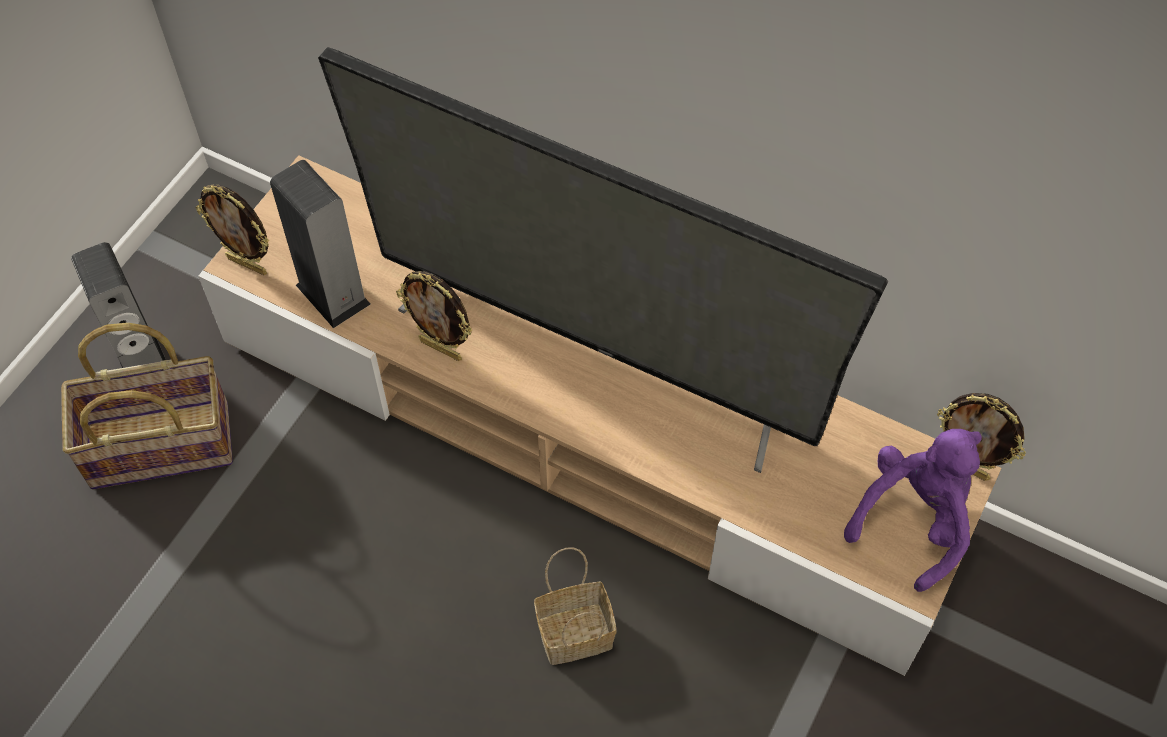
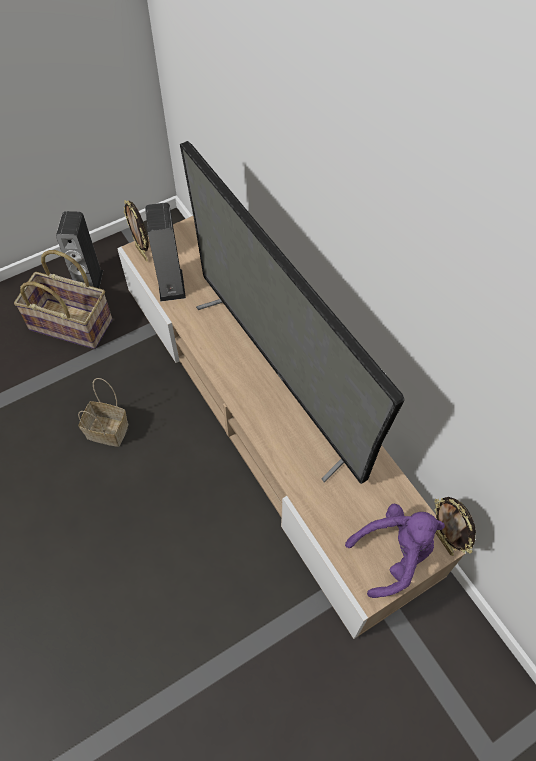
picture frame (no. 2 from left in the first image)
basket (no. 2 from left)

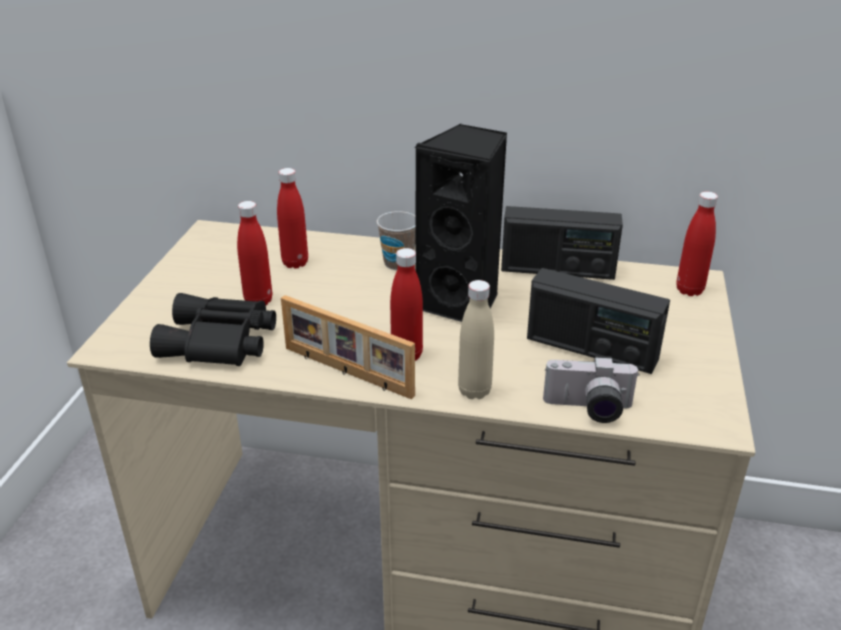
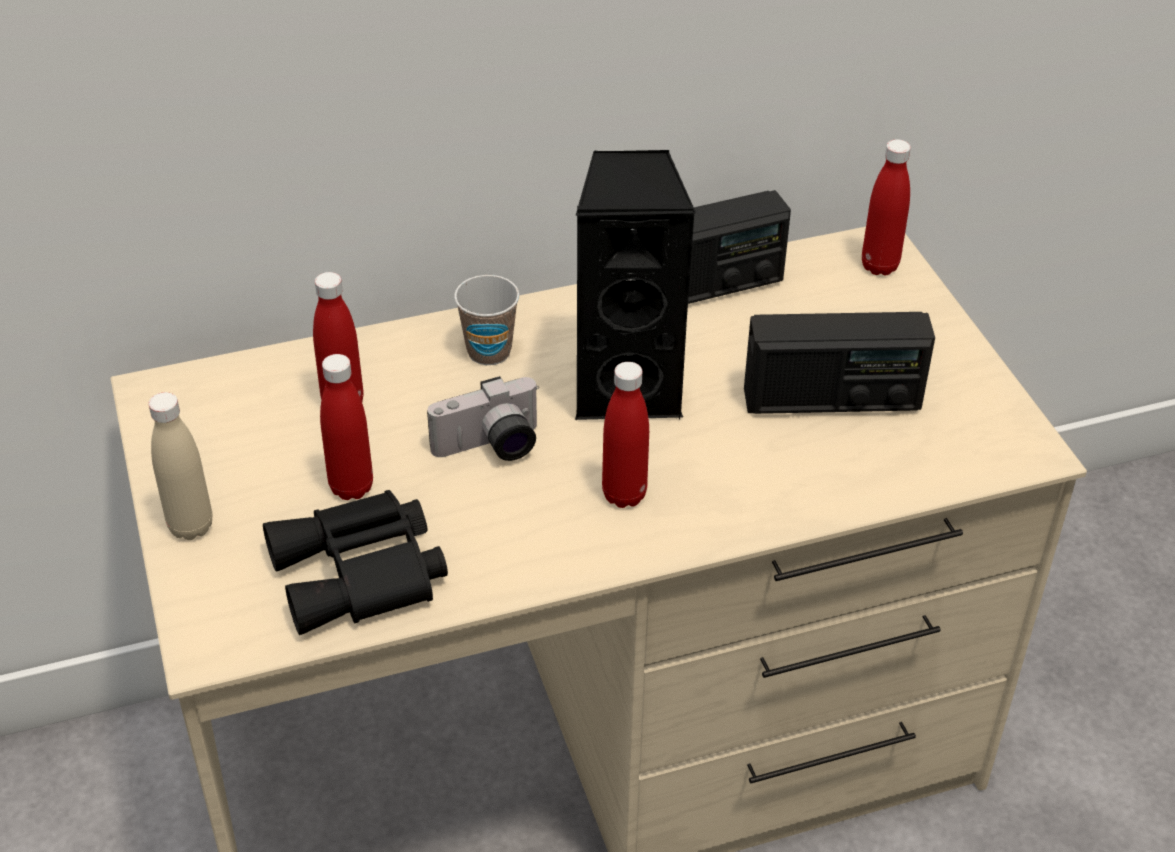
beverage bottle (beige-coloured)
picture frame
photo camera

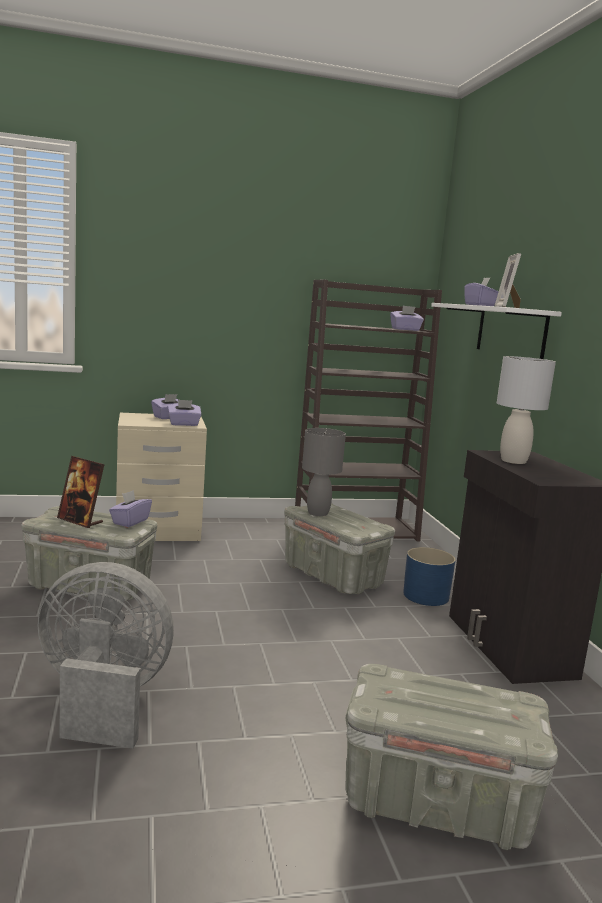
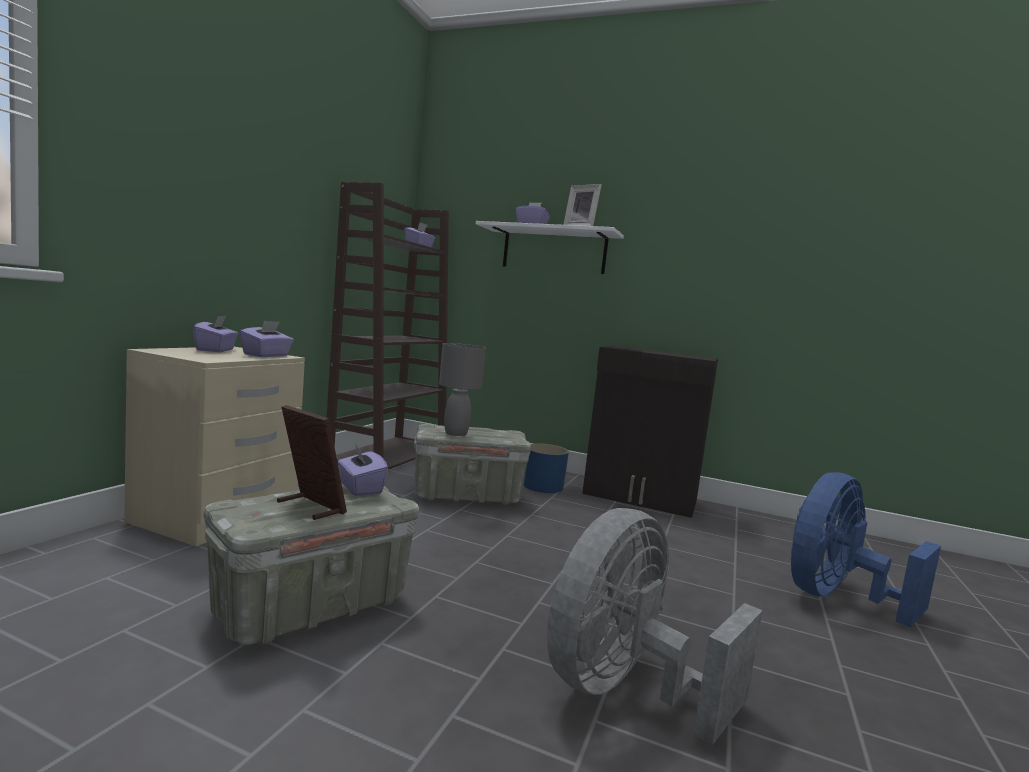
table lamp (greyish) (no. 2 from left in the first image)
picture frame (no. 1 from left)
cooling fan (blue)

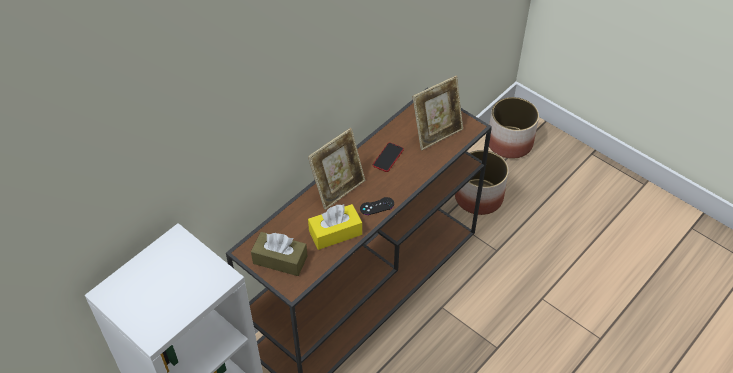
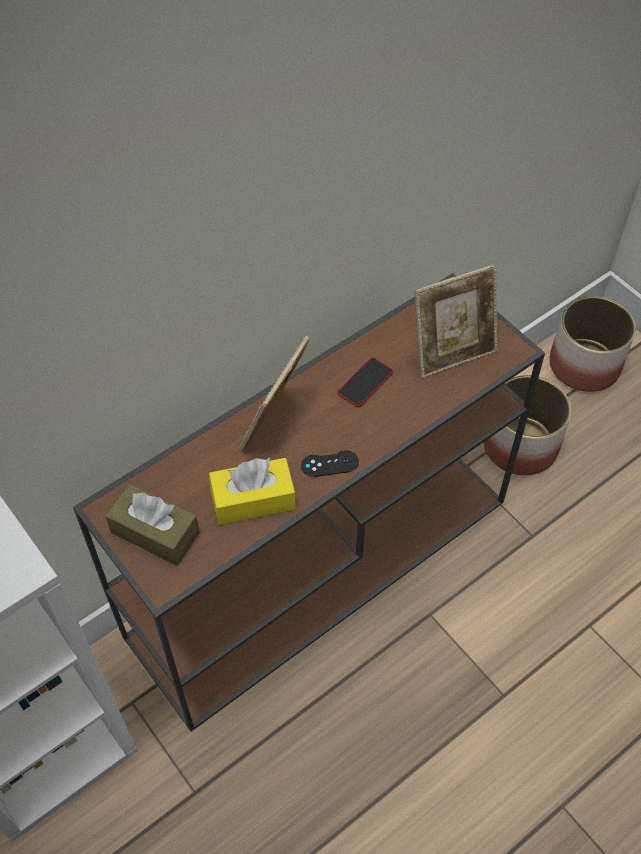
picture frame (no. 1 from left)

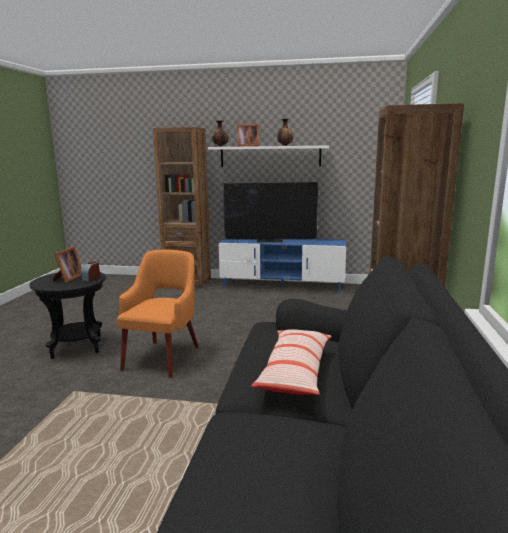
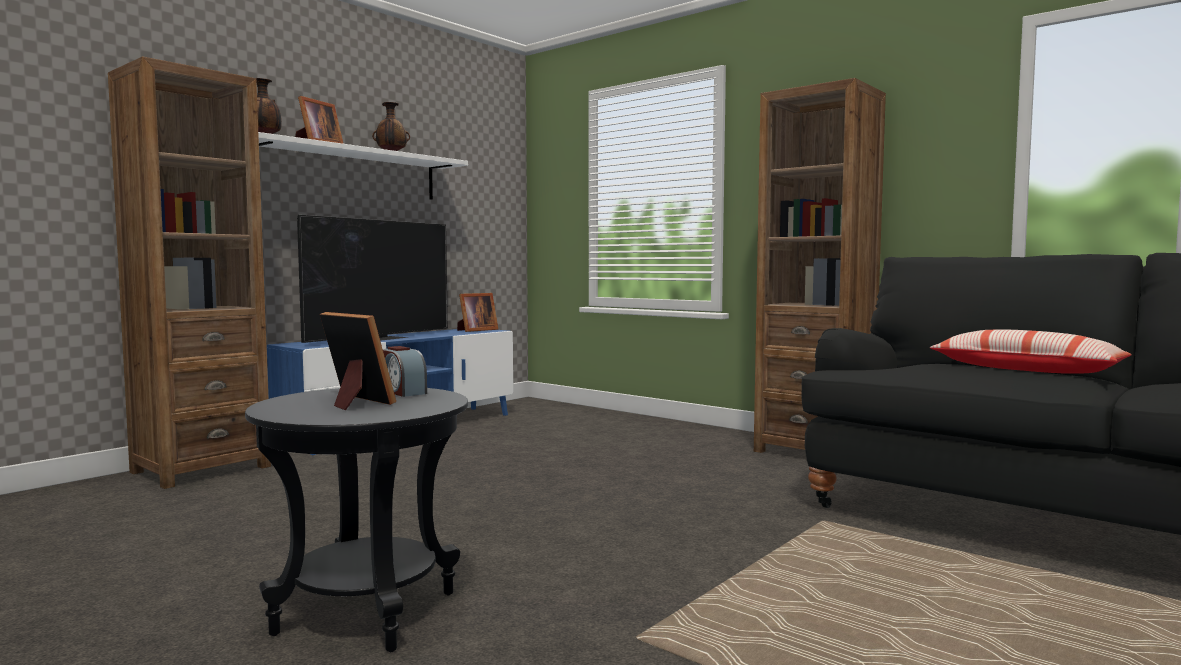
lounge chair (orange-coloured)
picture frame (no. 3 from left)

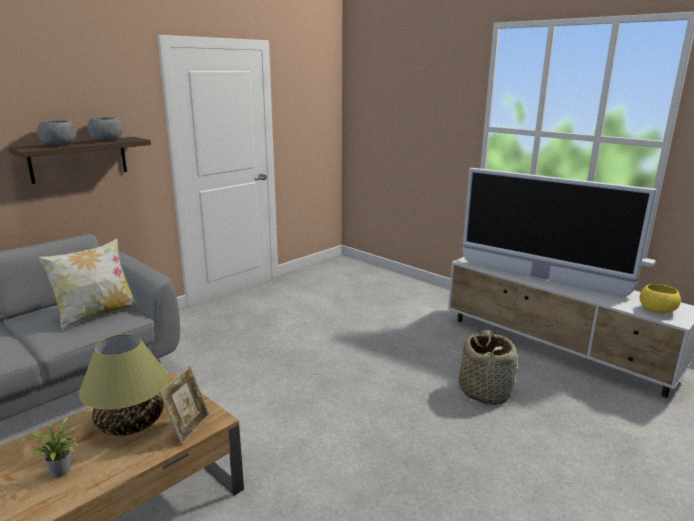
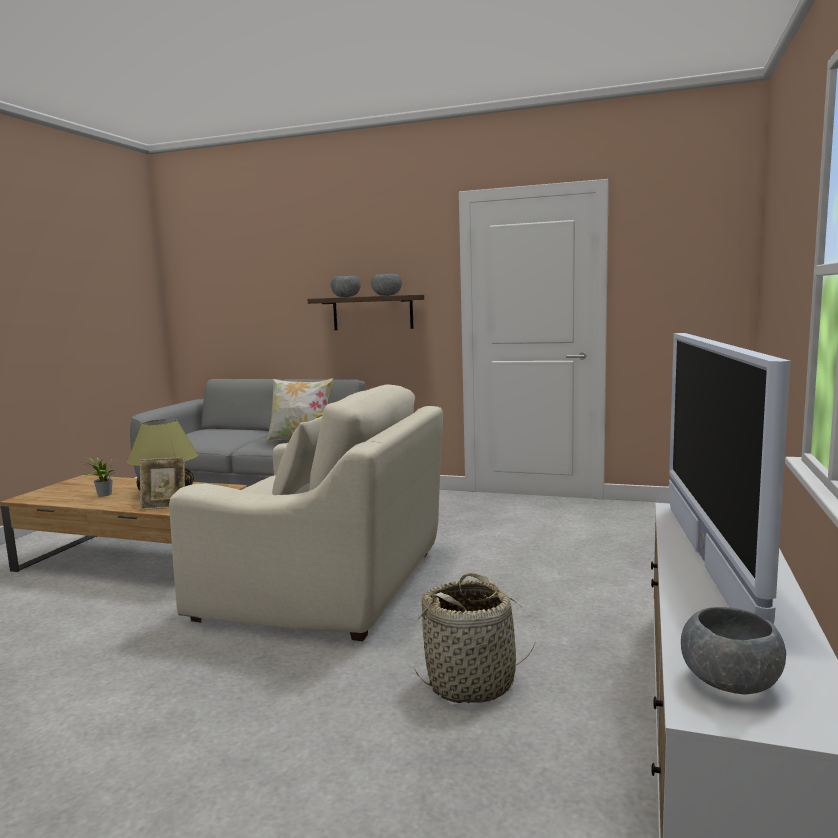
deep dish (greyish) (no. 3 from left)
lounge chair (beige-coloured)

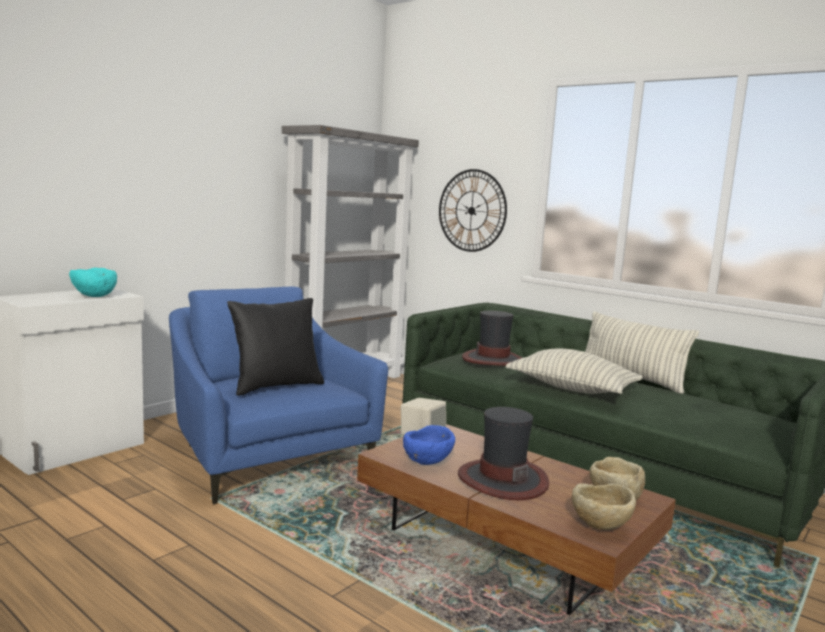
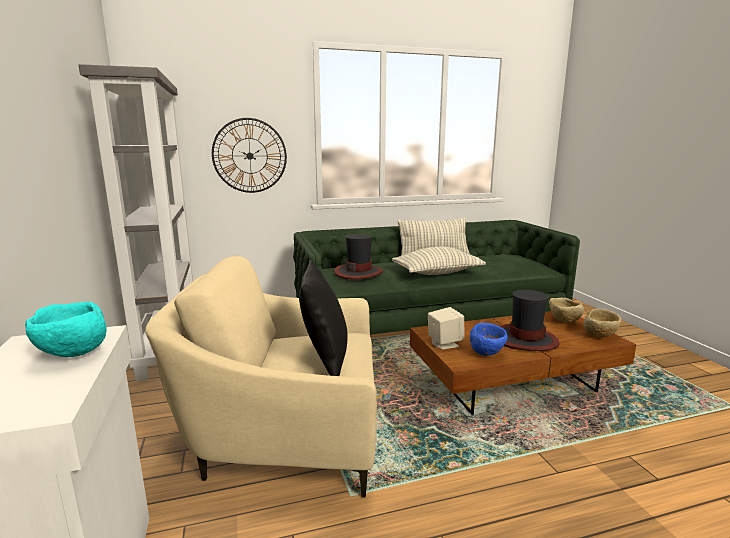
lounge chair (beige-coloured)

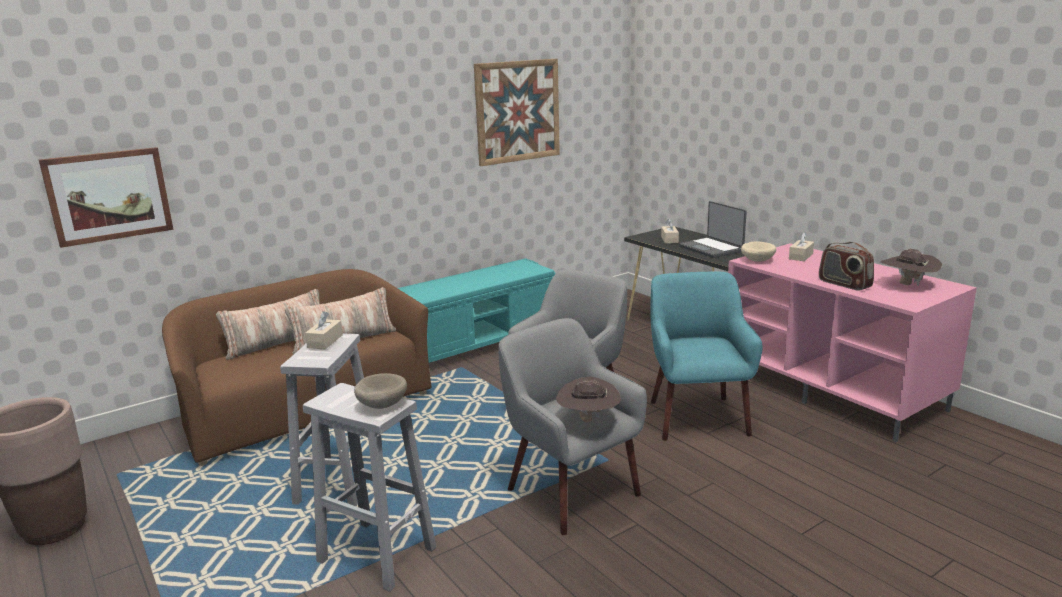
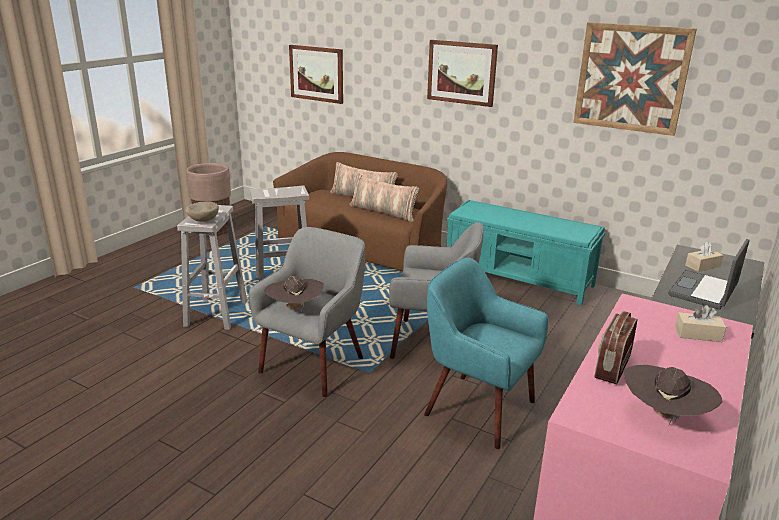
deep dish (beige-coloured) (no. 2 from left in the first image)
lounge chair (turquoise-coloured)
tissue box (beige-coloured) (no. 1 from left in the first image)
wall picture (no. 2 from left)

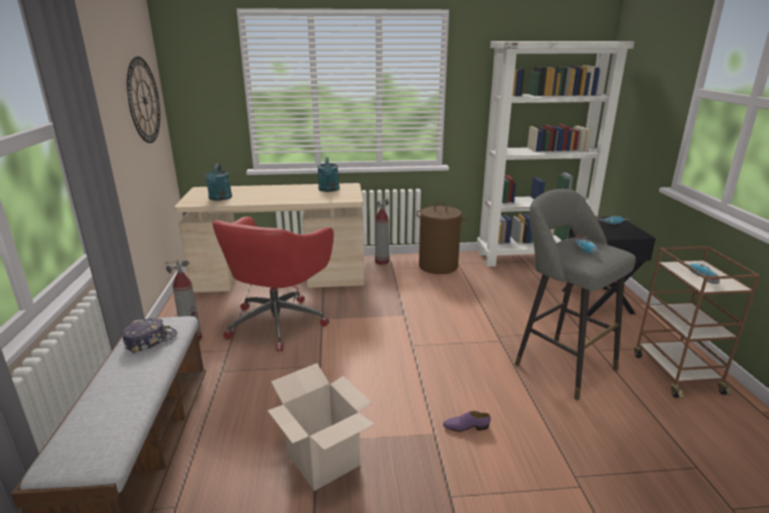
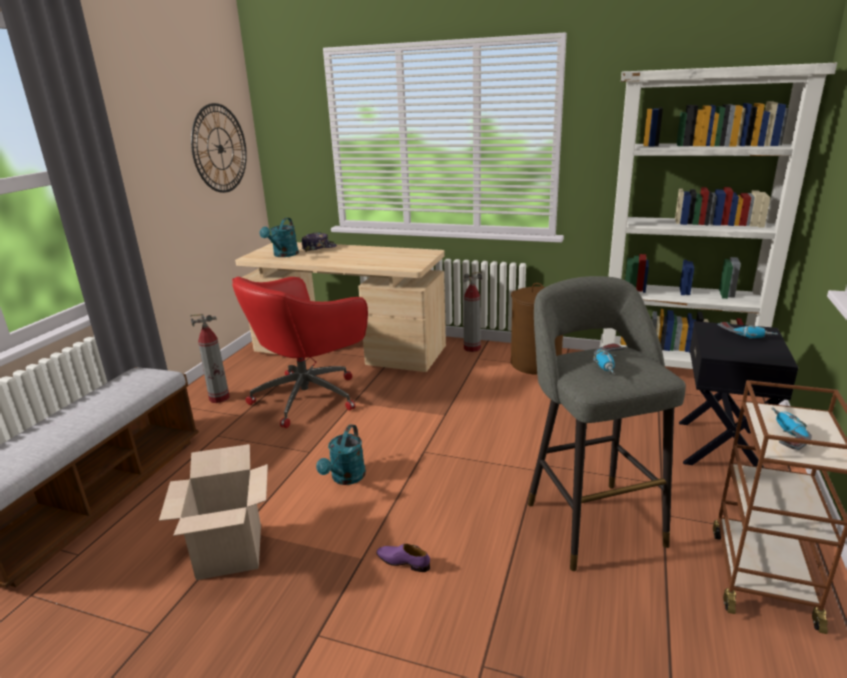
watering can (turquoise-coloured) (no. 2 from left)
baseball cap

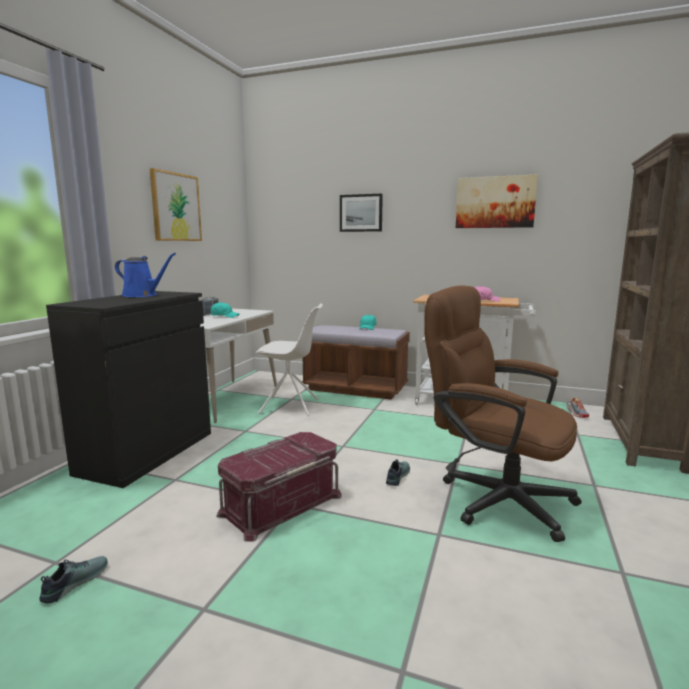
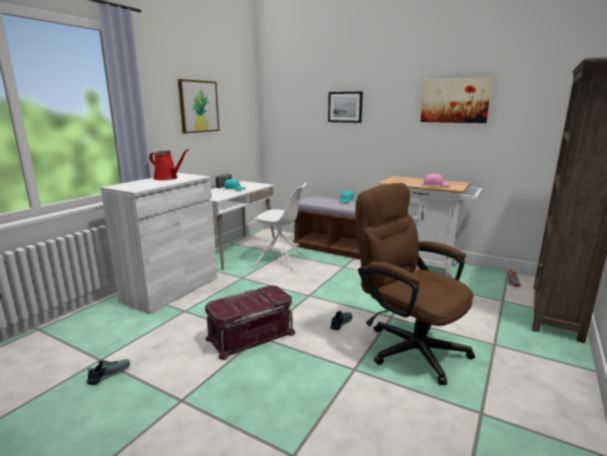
watering can (red-coloured)
cabinet (white-coloured)

